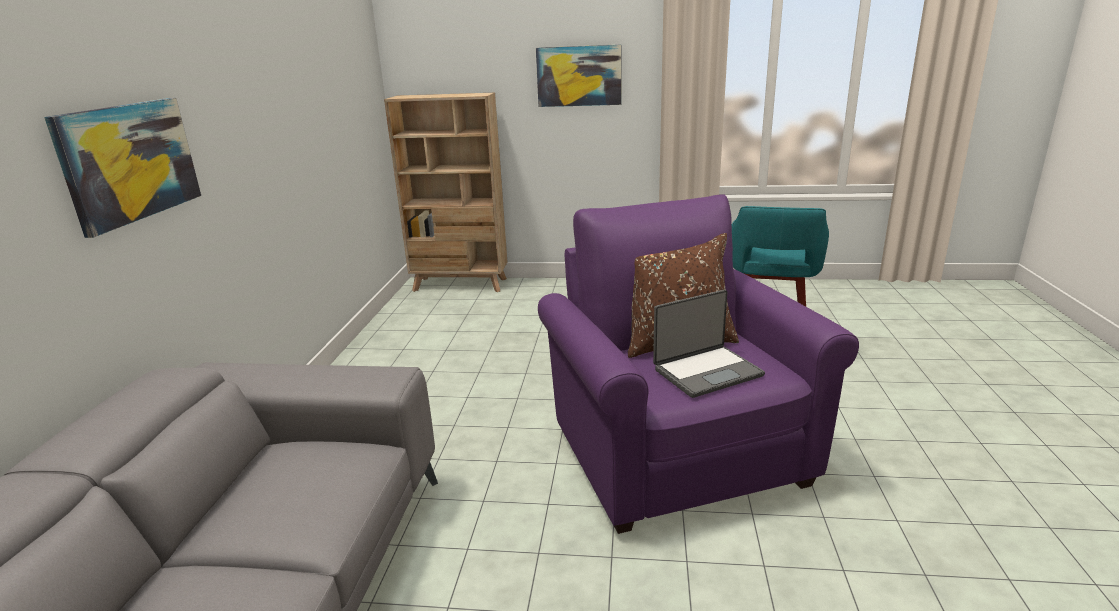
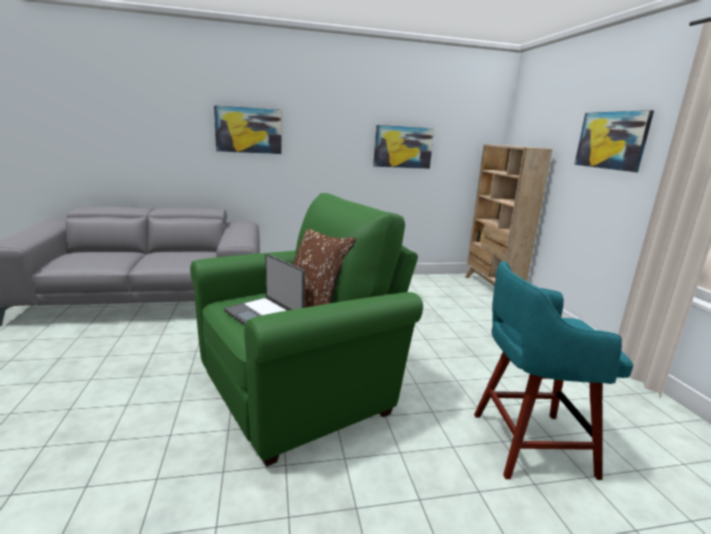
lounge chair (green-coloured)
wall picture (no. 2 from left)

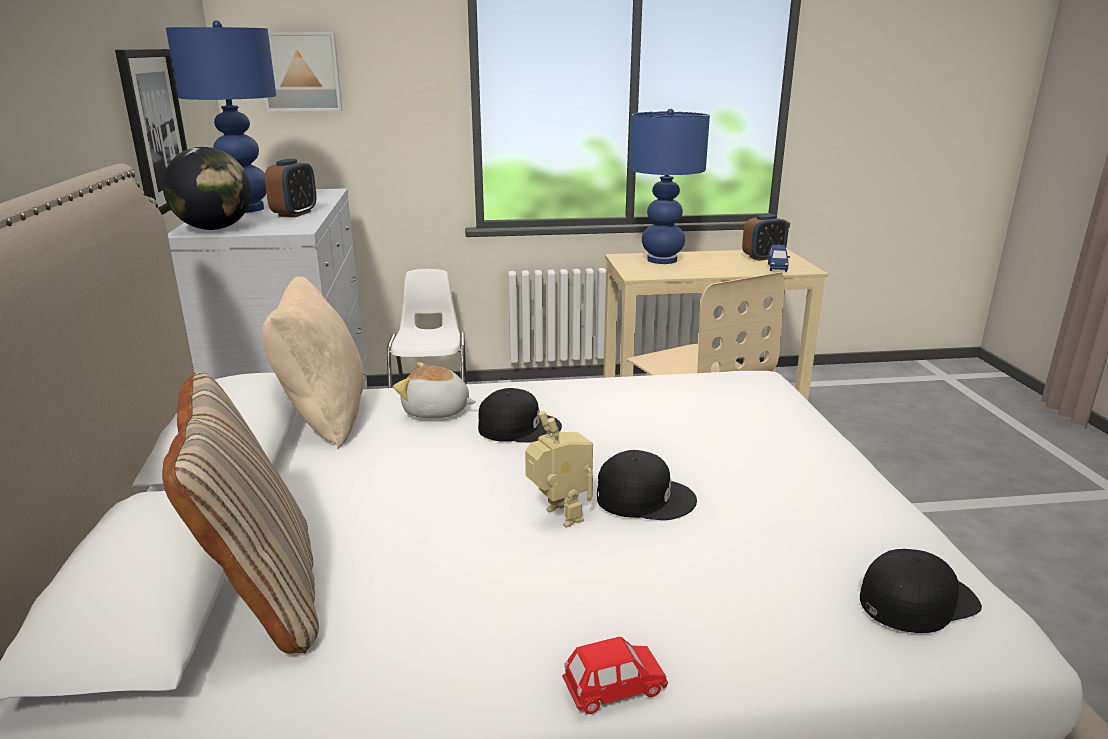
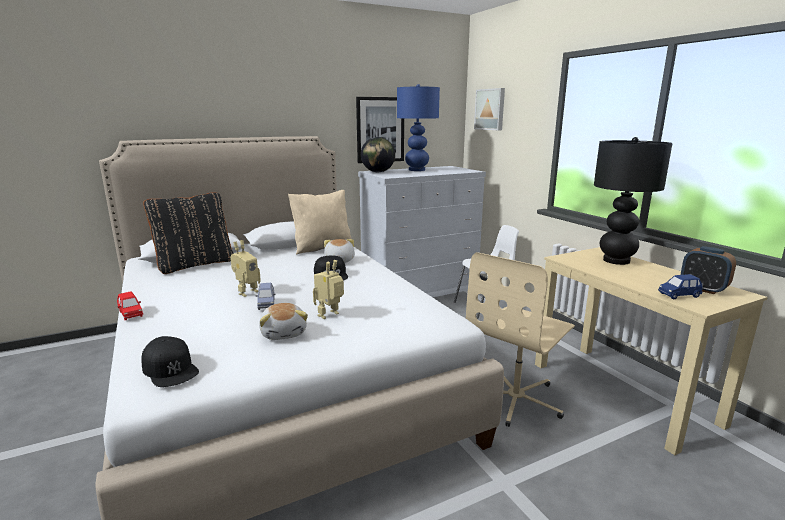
table lamp (black)
table clock (no. 1 from left in the first image)
pillow (black)
miniature car (blue) (no. 1 from left)
model robot (no. 2 from left)
plush toy (no. 1 from left)

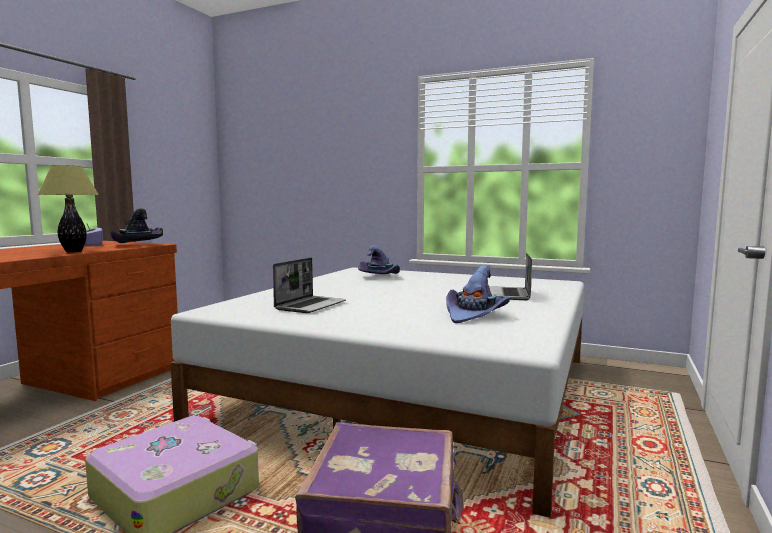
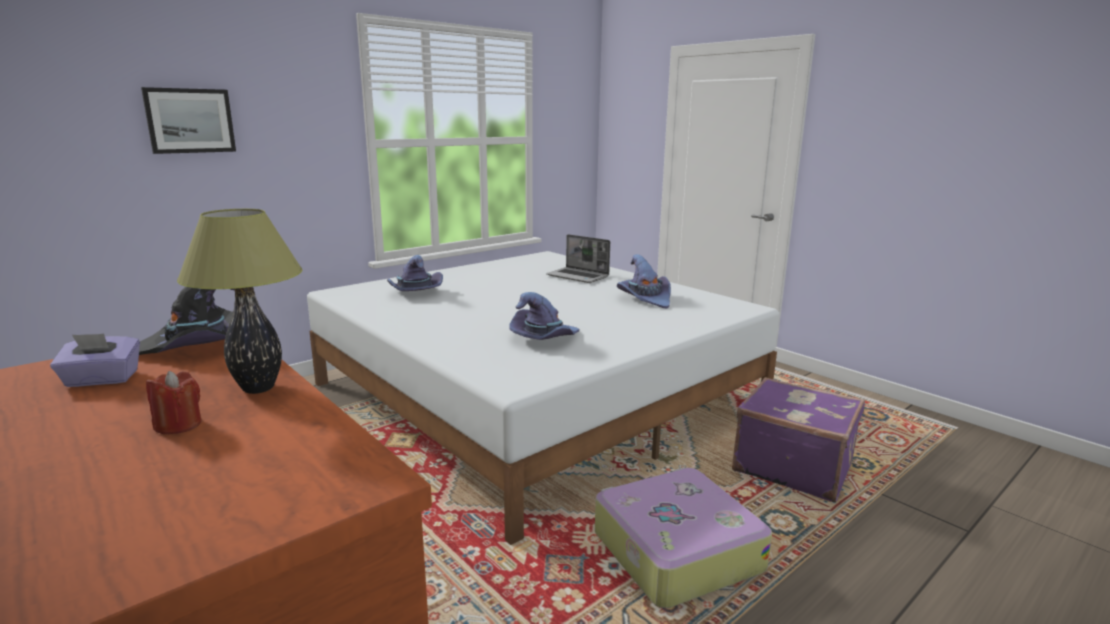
wearable hat (purple-coloured) (no. 2 from left)
wall picture
wax candle (red-coloured)

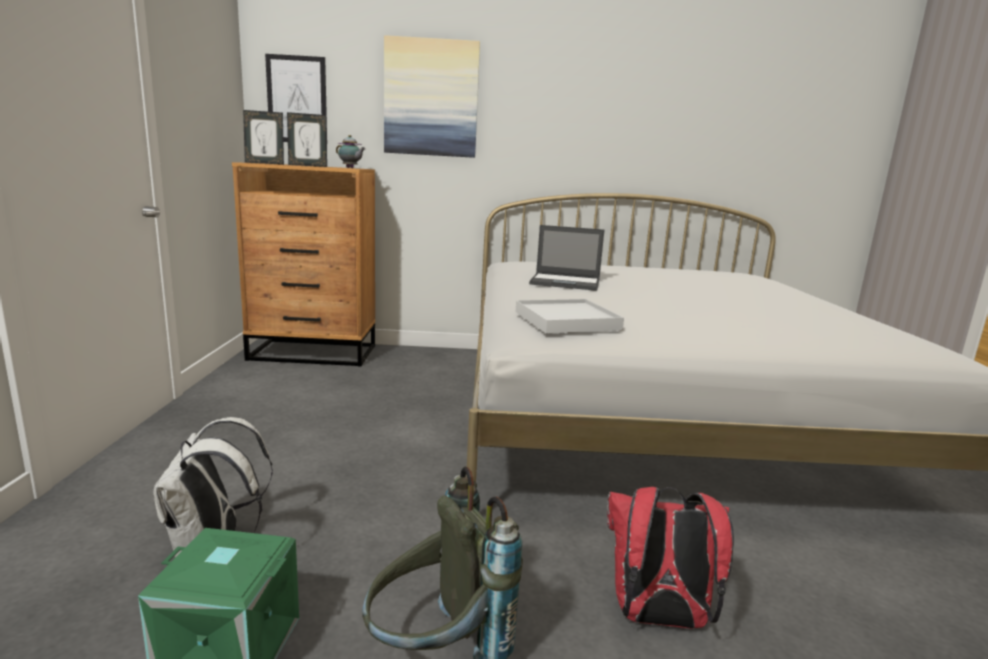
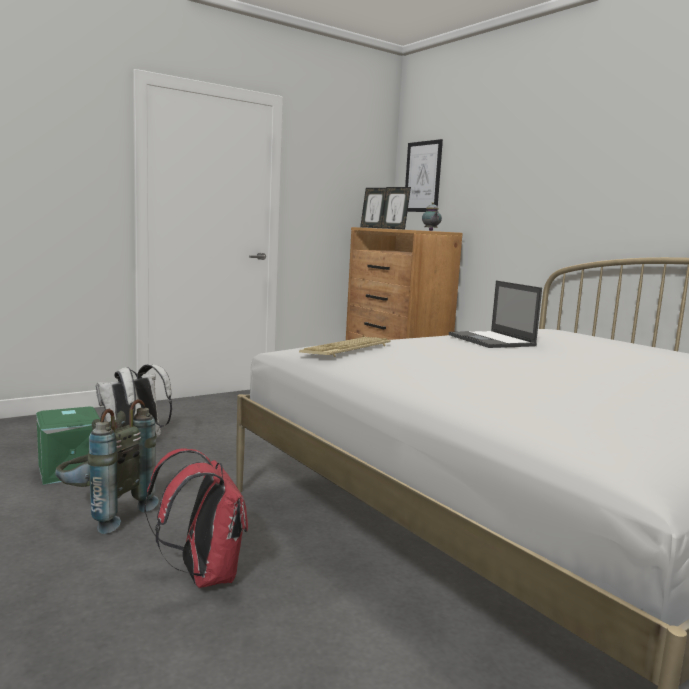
wall picture (no. 2 from left in the first image)
computer keyboard

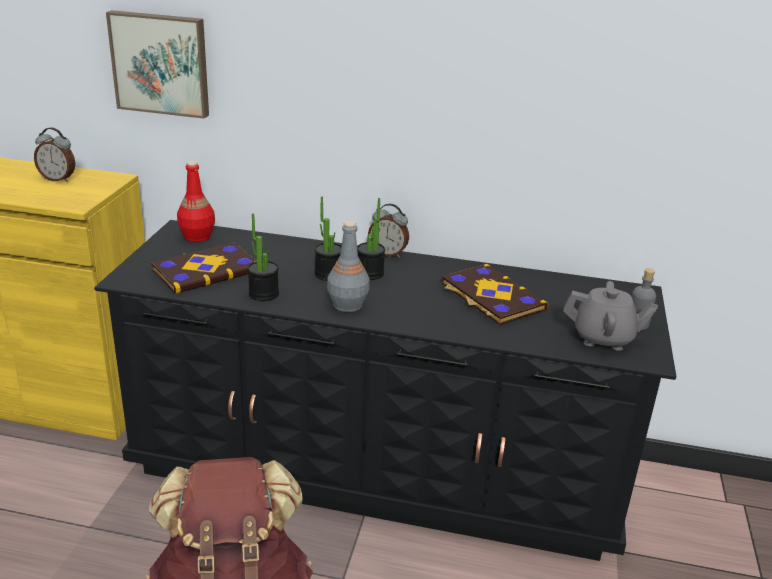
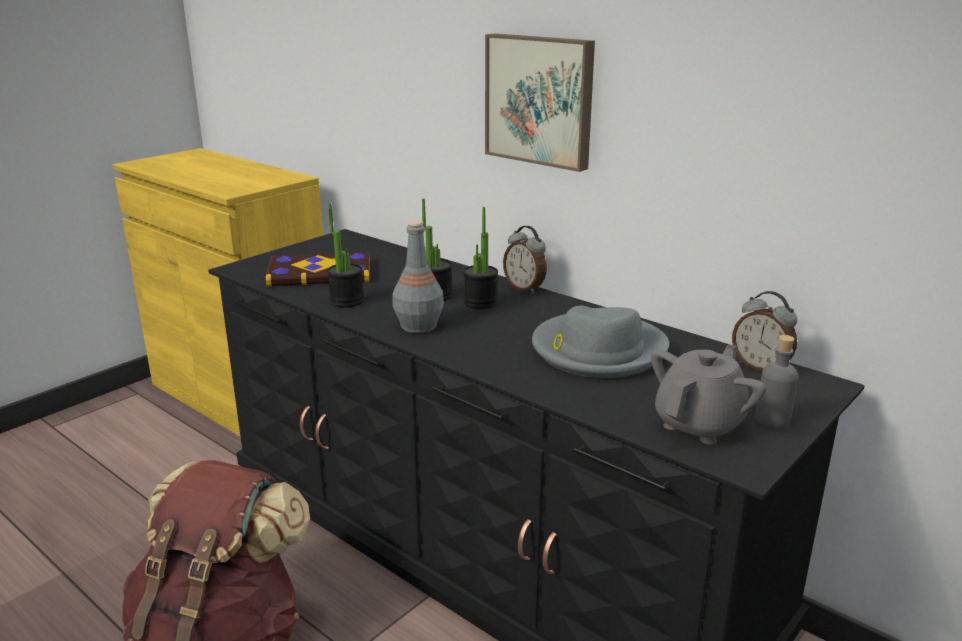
wall picture
table clock (no. 2 from left)
beverage bottle (red-coloured)
wearable hat (greyish)
pot for tea (greyish)

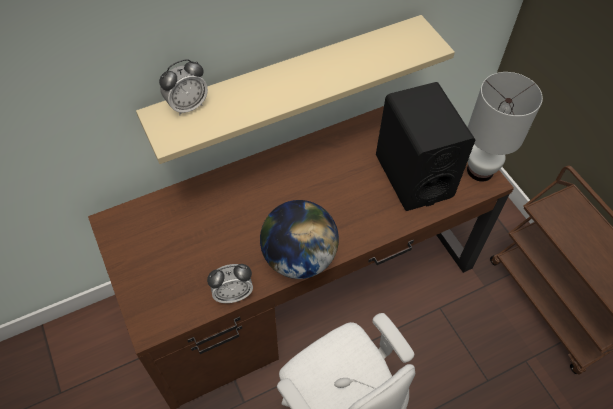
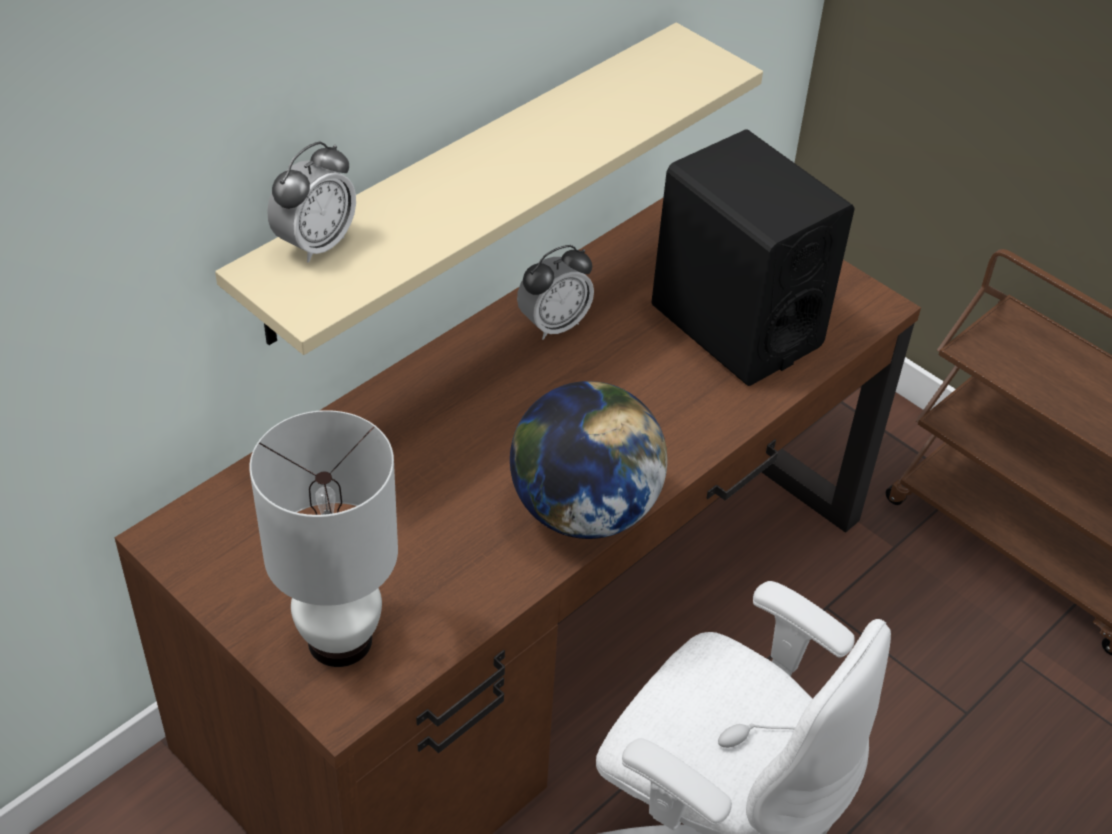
table lamp (white-coloured)
table clock (no. 2 from left)

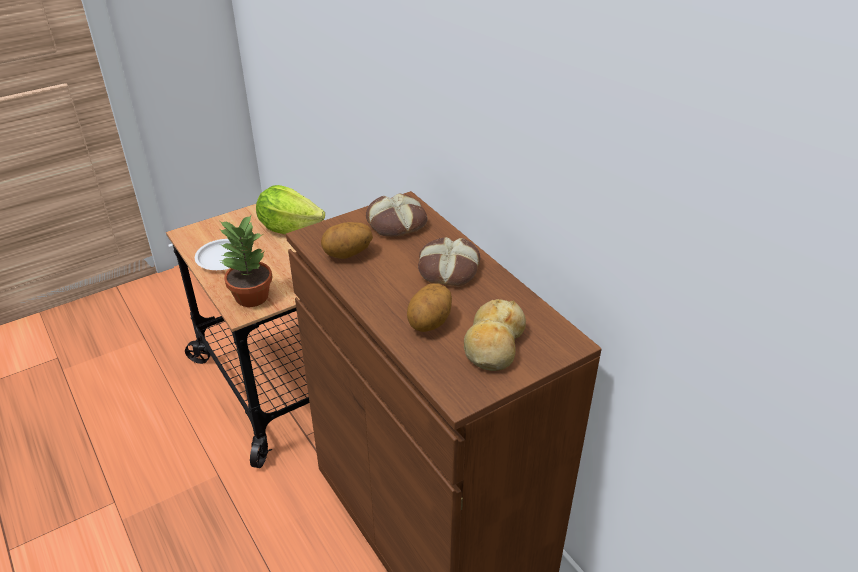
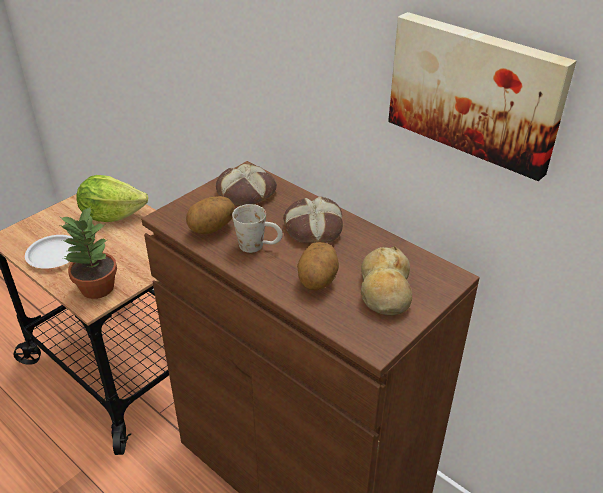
wall picture
mug (white-coloured)

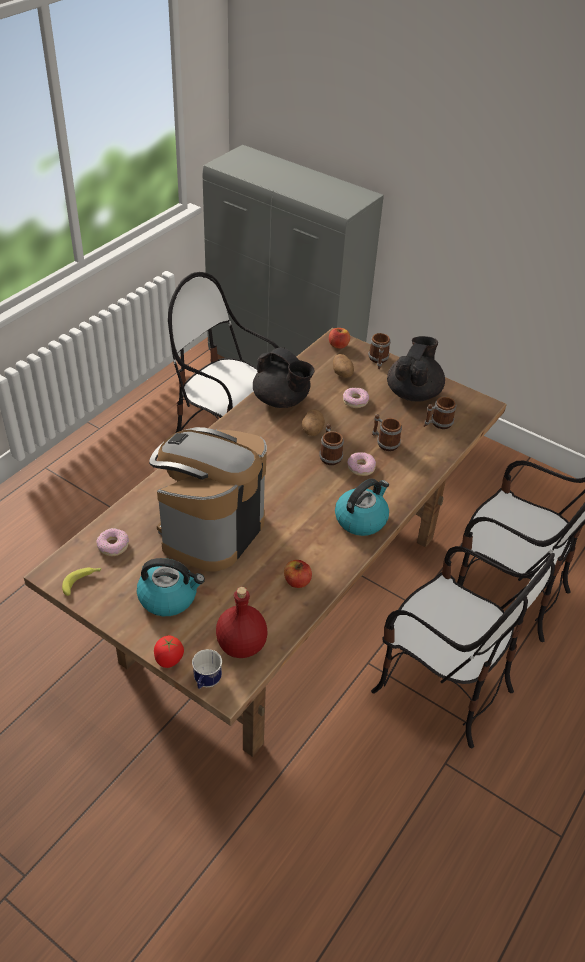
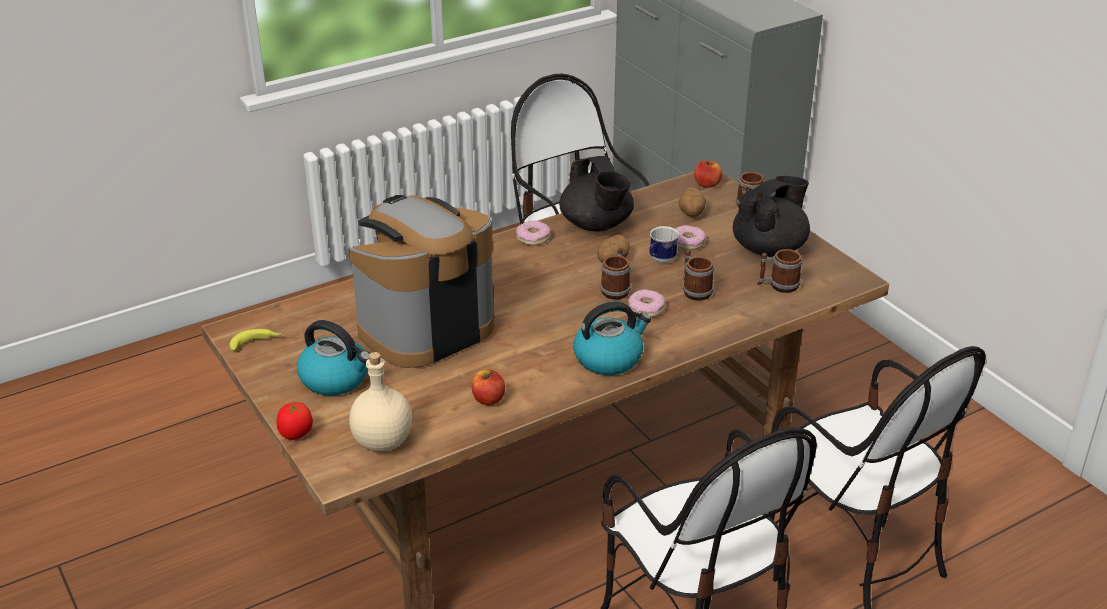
ring doughnut (no. 1 from left)
beverage bottle (beige-coloured)
mug (no. 2 from left)

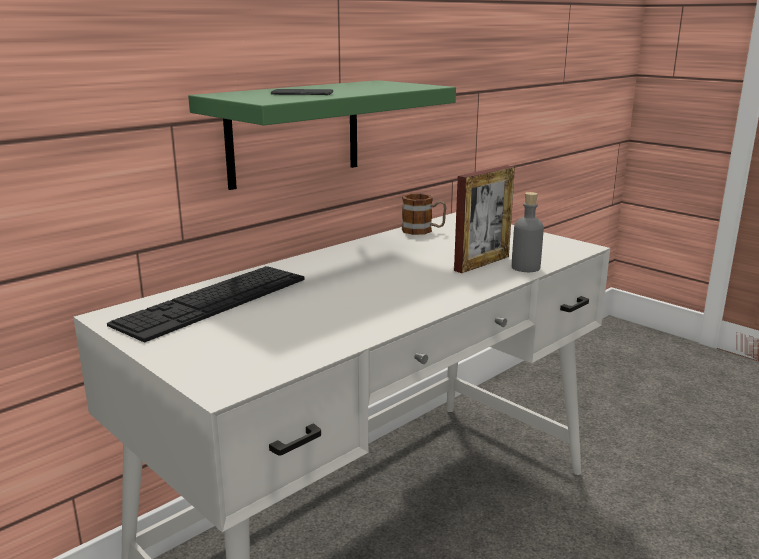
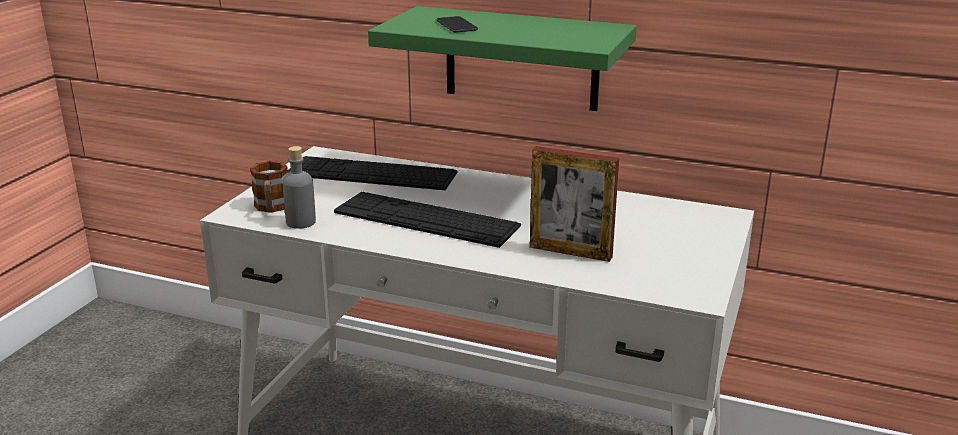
beverage bottle (greyish)
mug
computer keyboard (no. 2 from left)

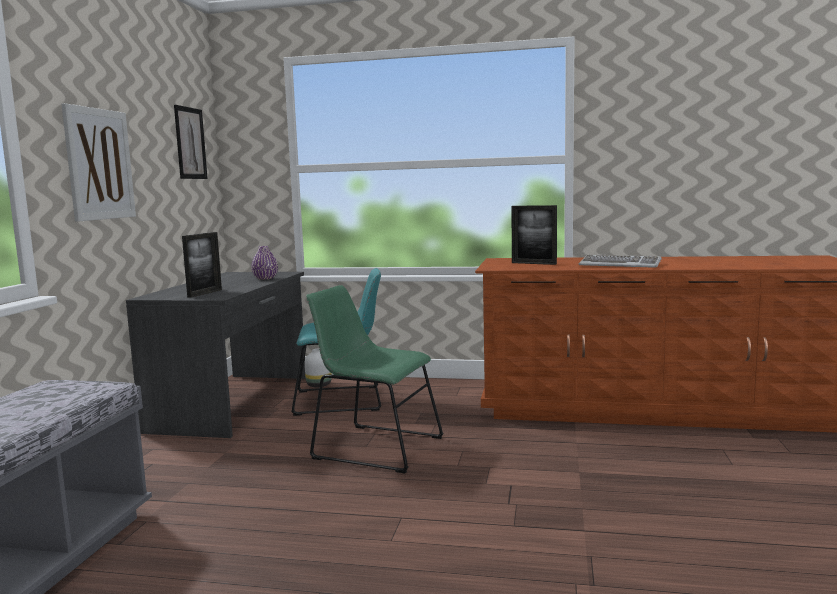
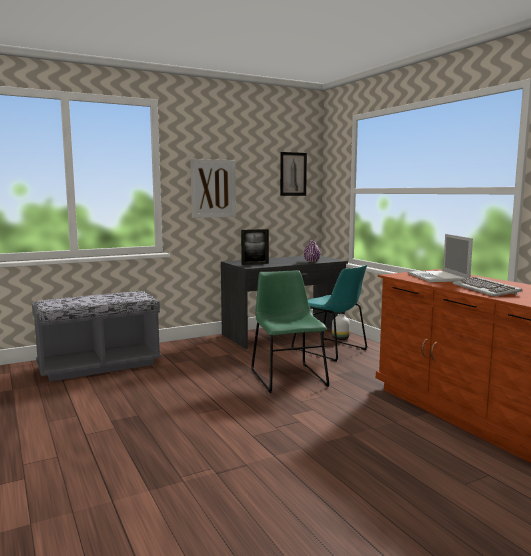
laptop

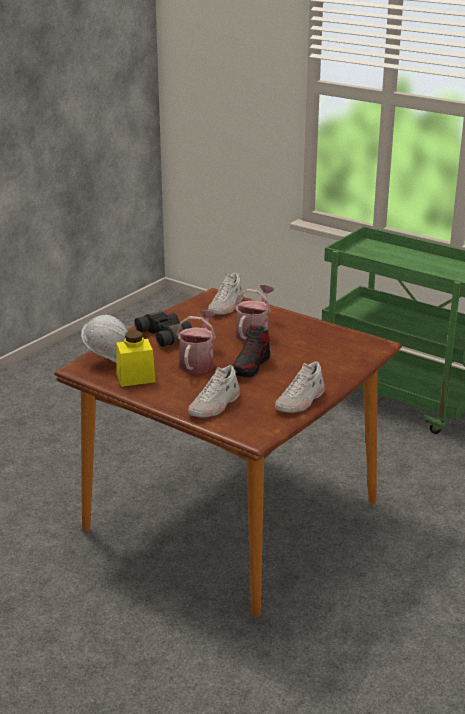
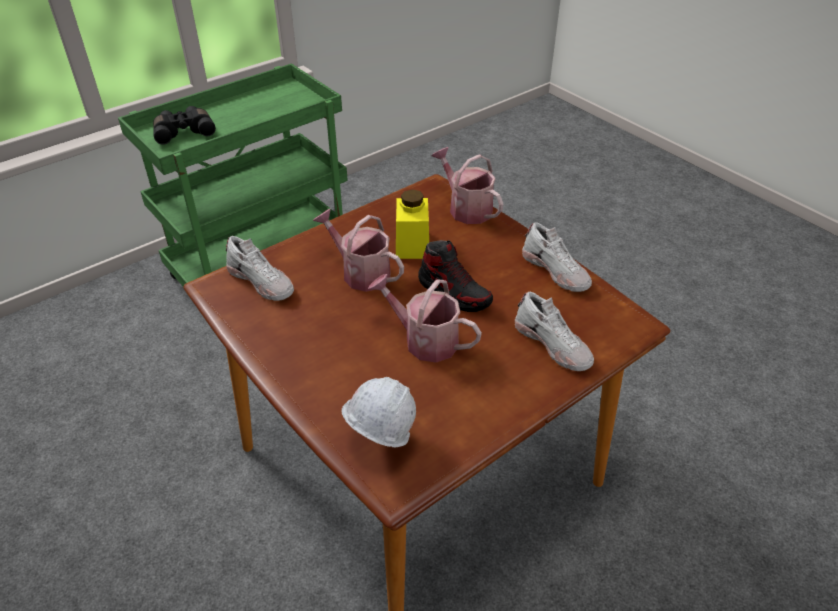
pair of binoculars (black)
storage jar (yellow-coloured)
watering can (no. 3 from left)

